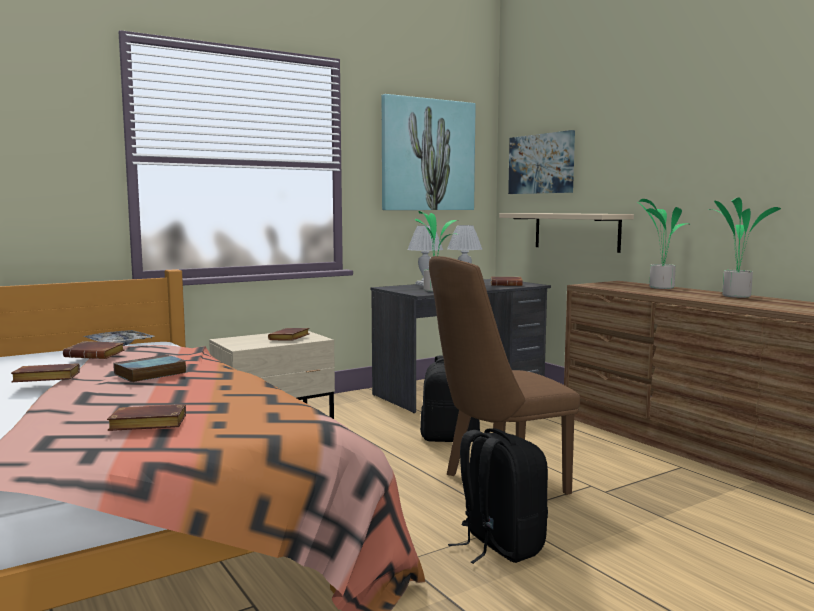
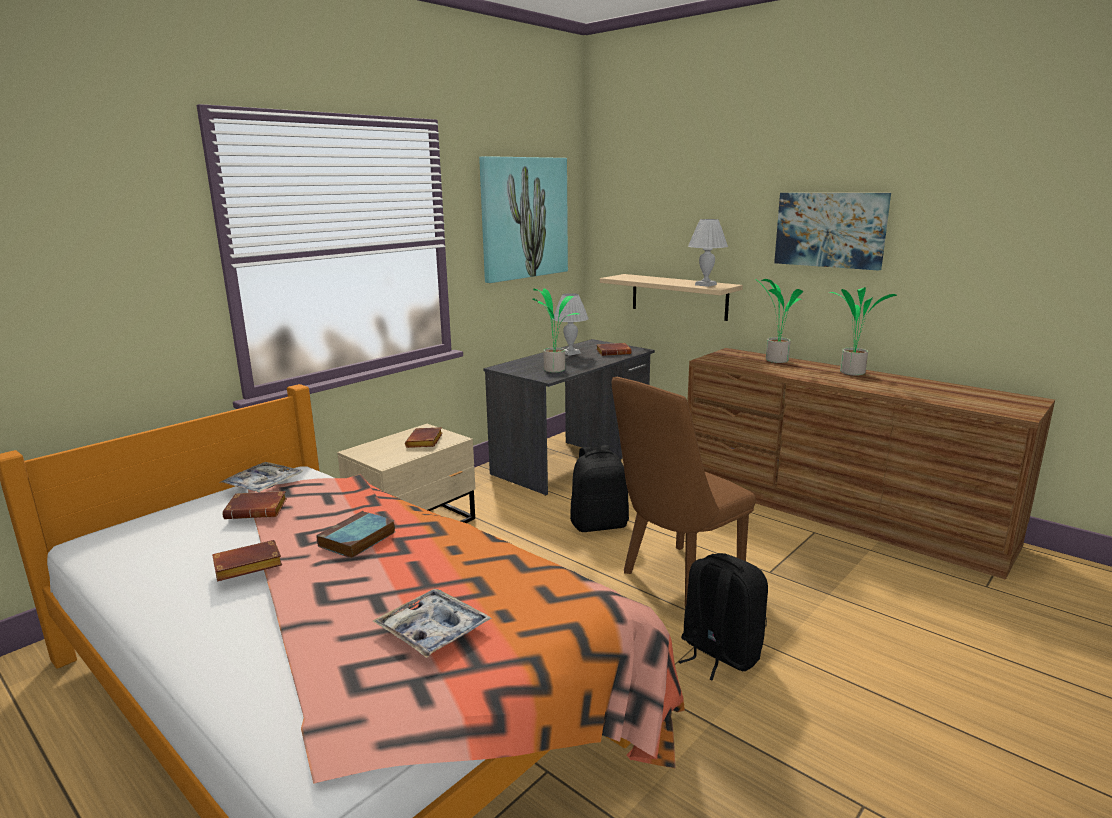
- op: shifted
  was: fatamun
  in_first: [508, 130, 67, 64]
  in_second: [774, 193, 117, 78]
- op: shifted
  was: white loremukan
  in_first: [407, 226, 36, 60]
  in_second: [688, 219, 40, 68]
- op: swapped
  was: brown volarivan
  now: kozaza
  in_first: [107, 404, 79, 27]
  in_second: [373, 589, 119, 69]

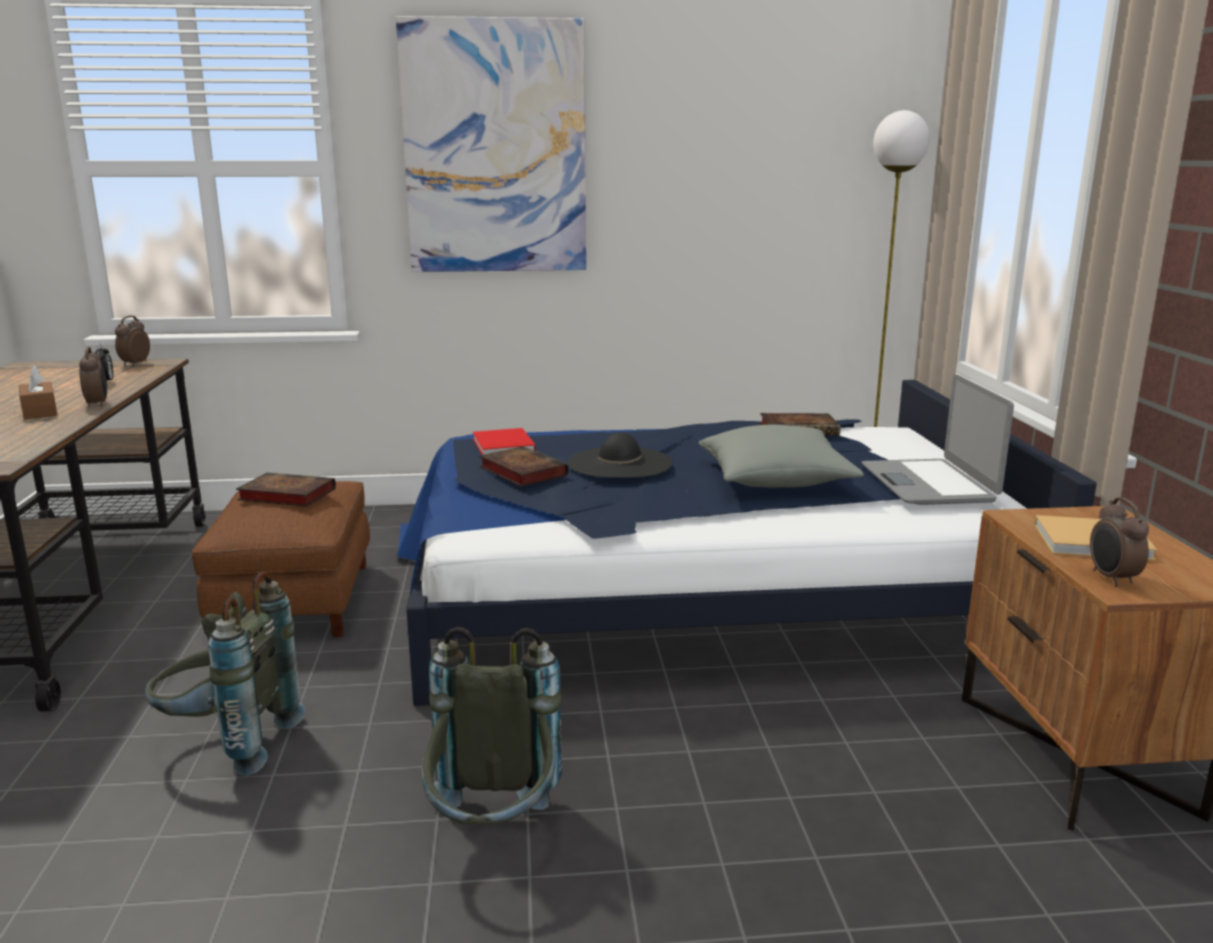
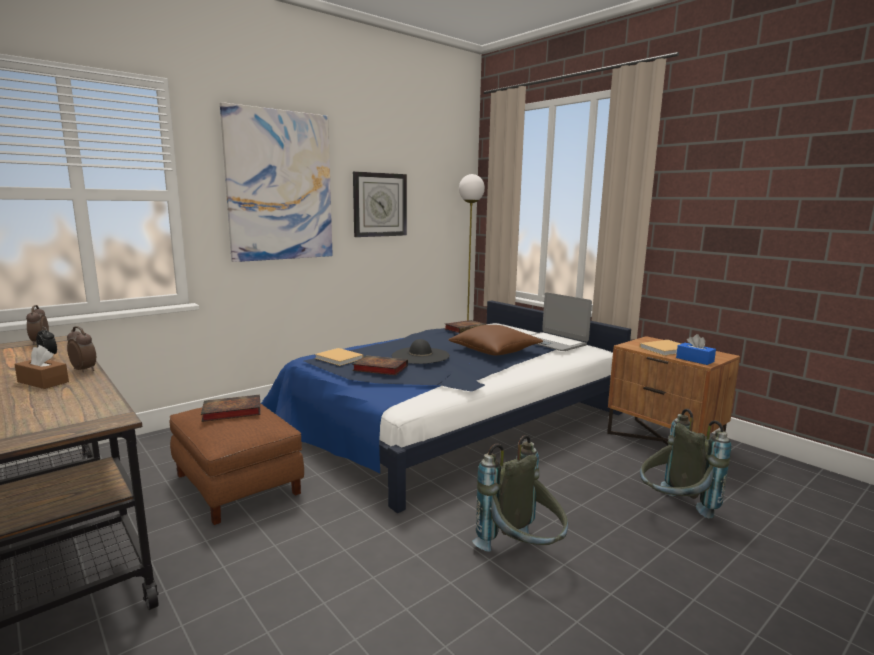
- op: repainted
  was: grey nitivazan
  now: brown nitivazan
  in_first: [699, 425, 165, 62]
  in_second: [449, 325, 94, 30]
- op: repainted
  was: red volarivan
  now: beige volarivan
  in_first: [473, 428, 63, 27]
  in_second: [315, 348, 48, 18]
- op: swapped
  was: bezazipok
  now: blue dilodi
  in_first: [1090, 497, 59, 90]
  in_second: [676, 334, 40, 31]
- op: shifted
  was: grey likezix
  in_first: [145, 572, 160, 204]
  in_second: [640, 409, 91, 110]
- op: new
  now: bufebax
  in_second: [353, 171, 54, 66]

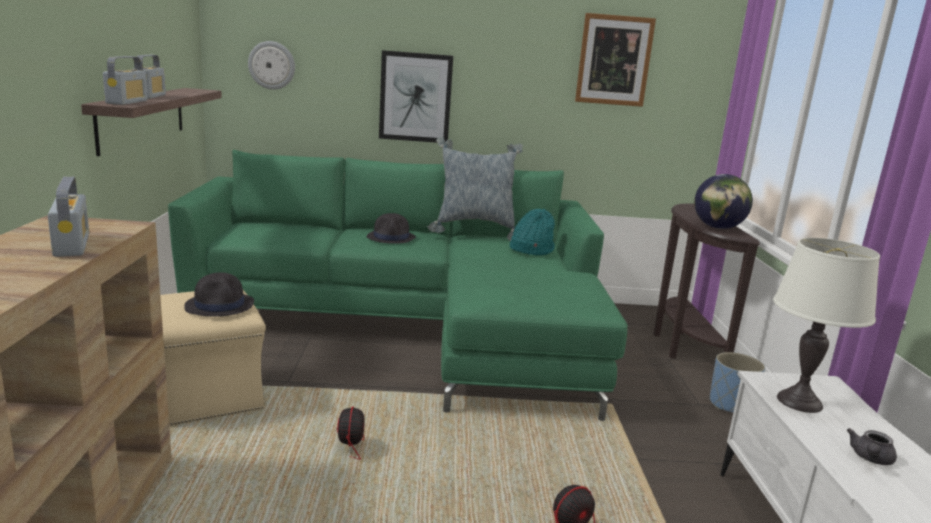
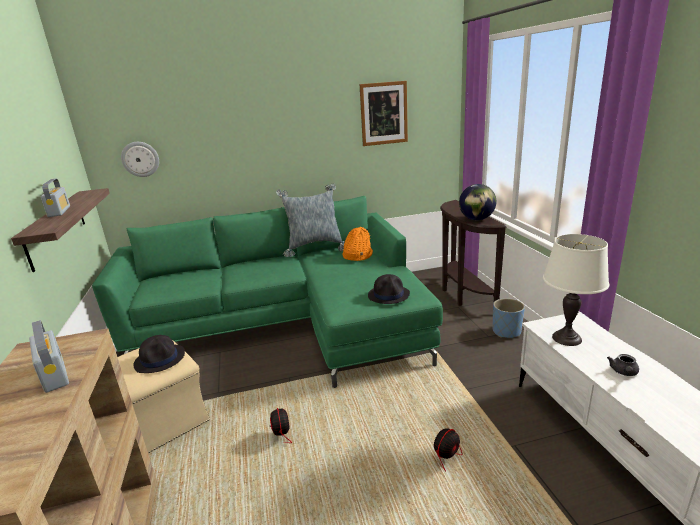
- op: gone
  was: fatamun
  in_first: [379, 50, 74, 93]
- op: gone
  was: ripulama
  in_first: [103, 56, 45, 49]
- op: repainted
  was: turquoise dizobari
  now: orange dizobari
  in_first: [510, 209, 45, 46]
  in_second: [342, 227, 31, 34]
- op: shifted
  was: black dizobari
  in_first: [367, 213, 49, 31]
  in_second: [368, 274, 42, 30]

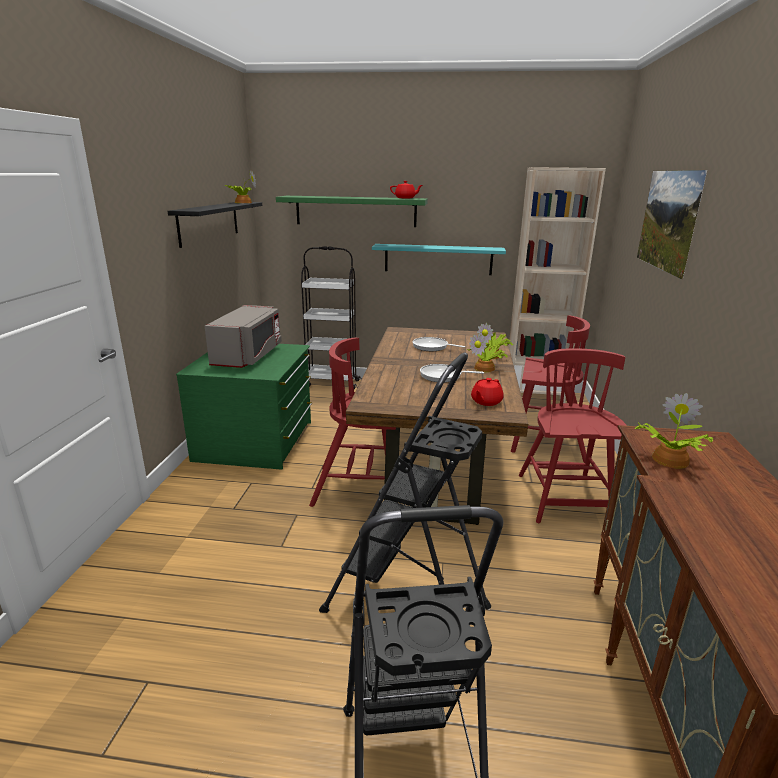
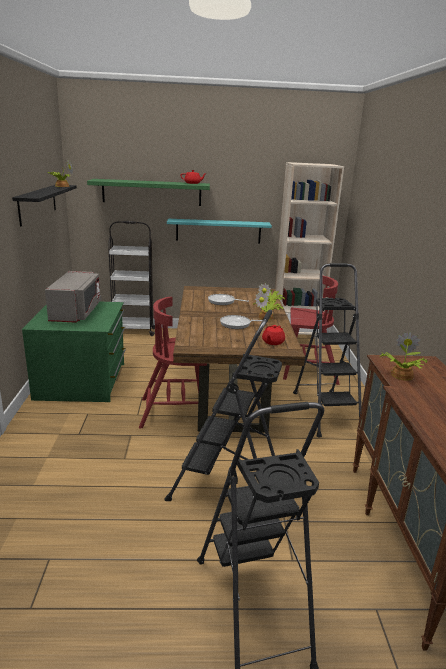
- op: gone
  was: fatamun
  in_first: [637, 170, 70, 110]
- op: swapped
  was: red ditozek
  now: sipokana
  in_first: [519, 348, 108, 175]
  in_second: [293, 263, 69, 174]

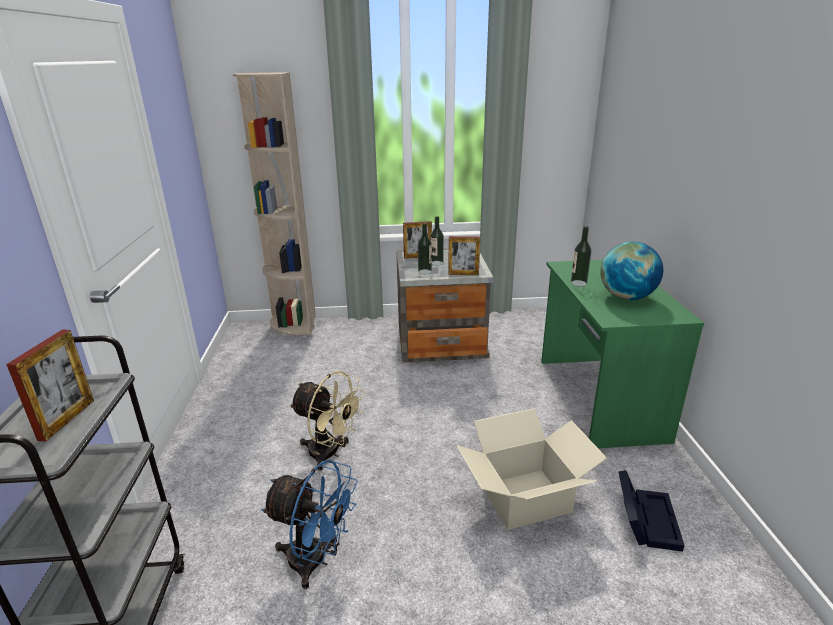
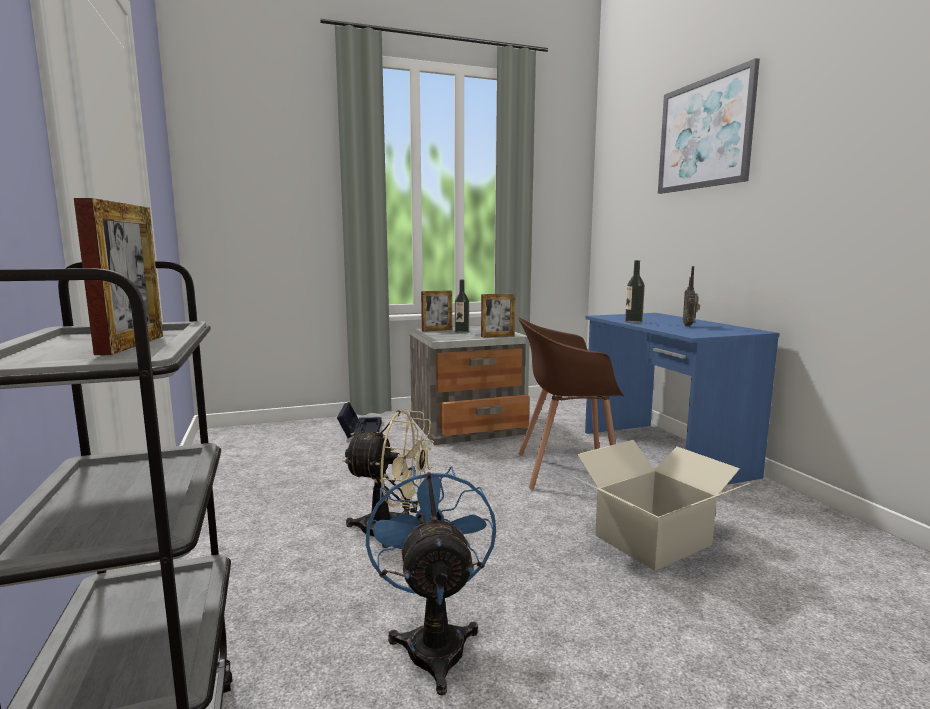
- op: gone
  was: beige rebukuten
  in_first: [233, 72, 83, 266]
- op: gone
  was: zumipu
  in_first: [418, 223, 14, 51]
- op: swapped
  was: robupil
  now: ripulama
  in_first: [600, 241, 63, 59]
  in_second: [683, 266, 17, 60]
- op: repainted
  was: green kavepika
  now: blue kavepika
  in_first: [541, 260, 163, 188]
  in_second: [585, 313, 194, 172]
- op: rotated
  was: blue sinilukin
  in_first: [261, 460, 96, 129]
  in_second: [366, 466, 130, 230]
  clockwise: -105
- op: shifted
  was: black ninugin
  in_first: [618, 470, 67, 82]
  in_second: [337, 402, 45, 36]
- op: new
  now: fatamun
  in_second: [658, 58, 102, 136]
- op: new
  now: brown ditozek
  in_second: [518, 317, 106, 172]

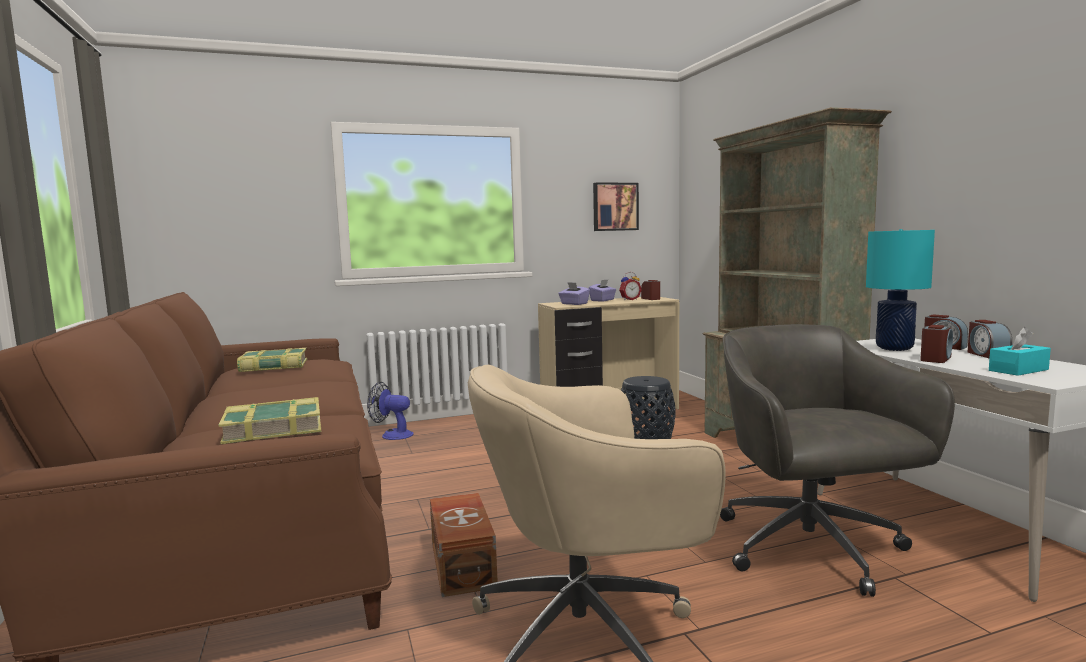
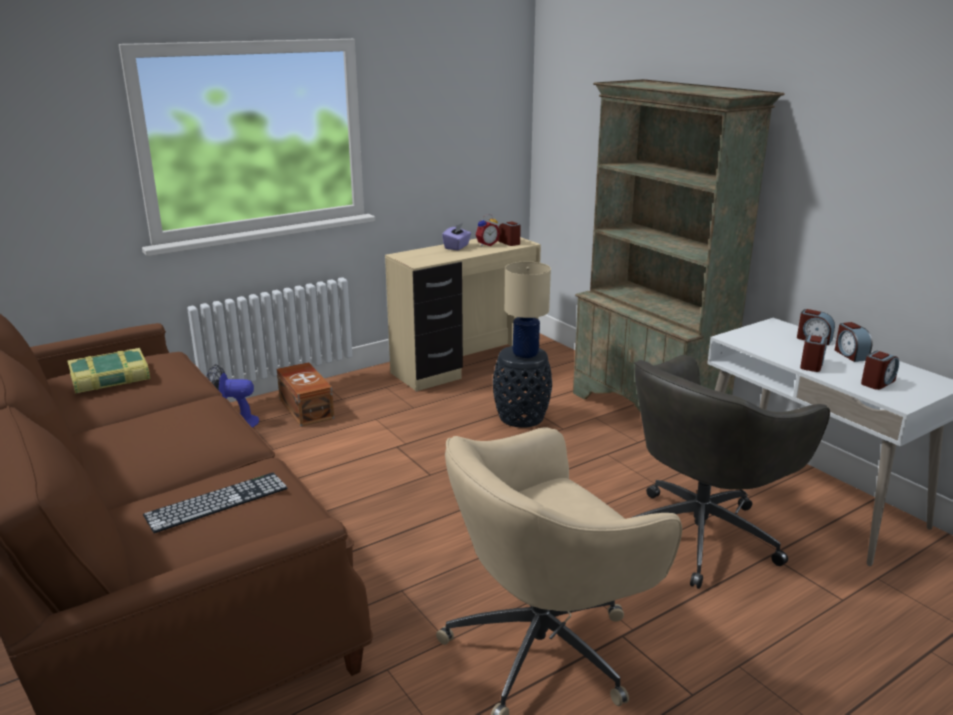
- op: gone
  was: fatamun
  in_first: [593, 183, 46, 48]
- op: gone
  was: turquoise loremukan
  in_first: [866, 229, 69, 122]
- op: gone
  was: purple dilodi
  in_first: [558, 282, 32, 23]
- op: rotated
  was: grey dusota
  in_first: [720, 324, 235, 273]
  in_second: [631, 355, 199, 234]
  clockwise: -105
- op: swapped
  was: turquoise dilodi
  now: bezazipok
  in_first: [989, 327, 62, 49]
  in_second: [861, 351, 38, 39]
- op: swapped
  was: volarivan
  now: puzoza
  in_first: [218, 397, 103, 47]
  in_second: [143, 473, 145, 60]
- op: shifted
  was: brown ninugin
  in_first: [430, 493, 68, 104]
  in_second: [277, 362, 57, 64]
- op: new
  now: beige loremukan
  in_second: [505, 262, 46, 97]

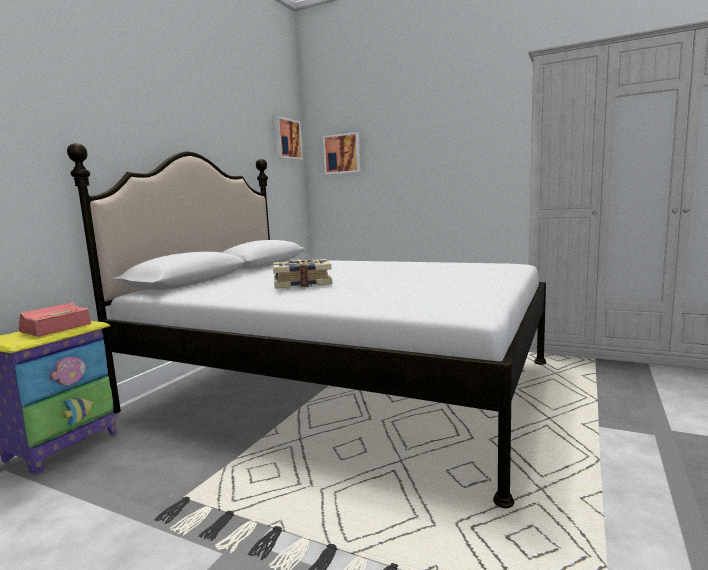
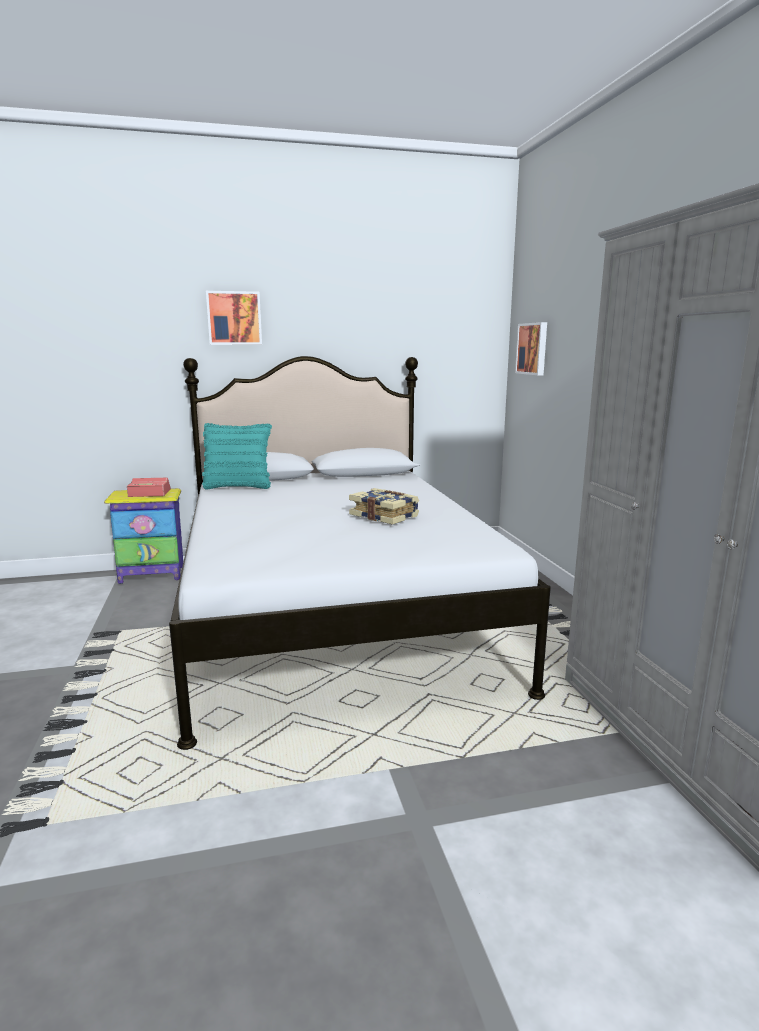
- op: shifted
  was: fatamun
  in_first: [274, 116, 29, 44]
  in_second: [206, 291, 56, 54]
- op: shifted
  was: volarivan
  in_first: [273, 259, 59, 29]
  in_second: [349, 488, 70, 37]
- op: new
  now: turquoise nitivazan
  in_second: [202, 423, 70, 66]

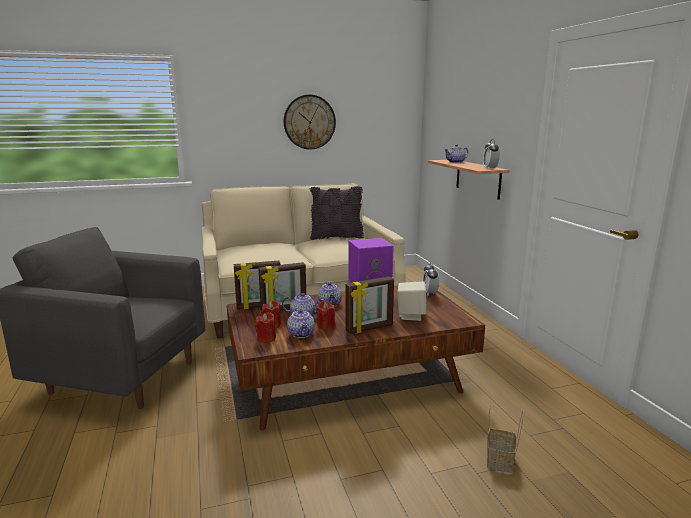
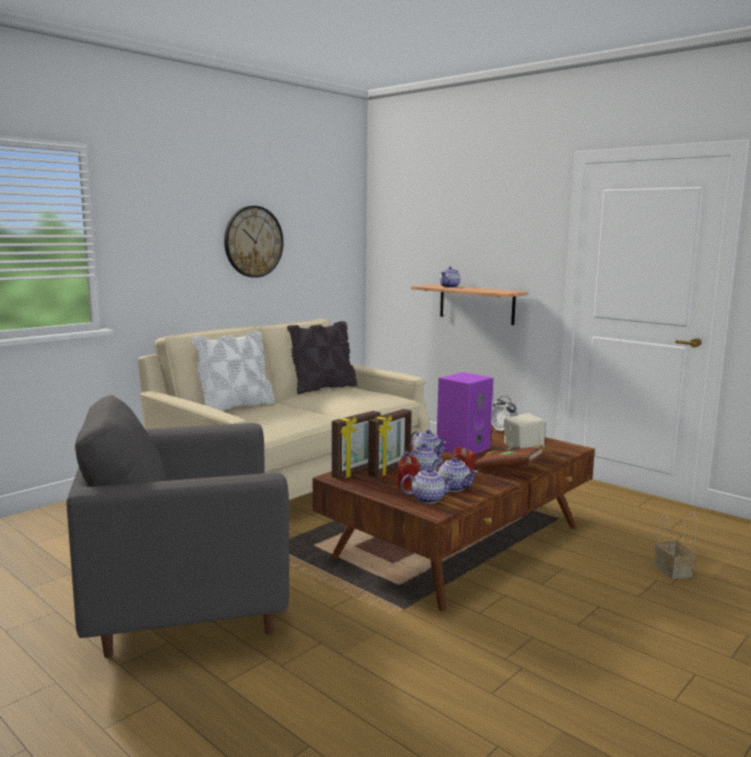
- op: gone
  was: bezazipok
  in_first: [483, 139, 17, 31]
- op: swapped
  was: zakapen
  now: brown volarivan
  in_first: [345, 276, 49, 58]
  in_second: [474, 445, 70, 25]
- op: swapped
  was: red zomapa
  now: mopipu
  in_first: [255, 313, 21, 30]
  in_second: [401, 467, 55, 37]
- op: new
  now: white nitivazan
  in_second: [191, 331, 84, 80]

